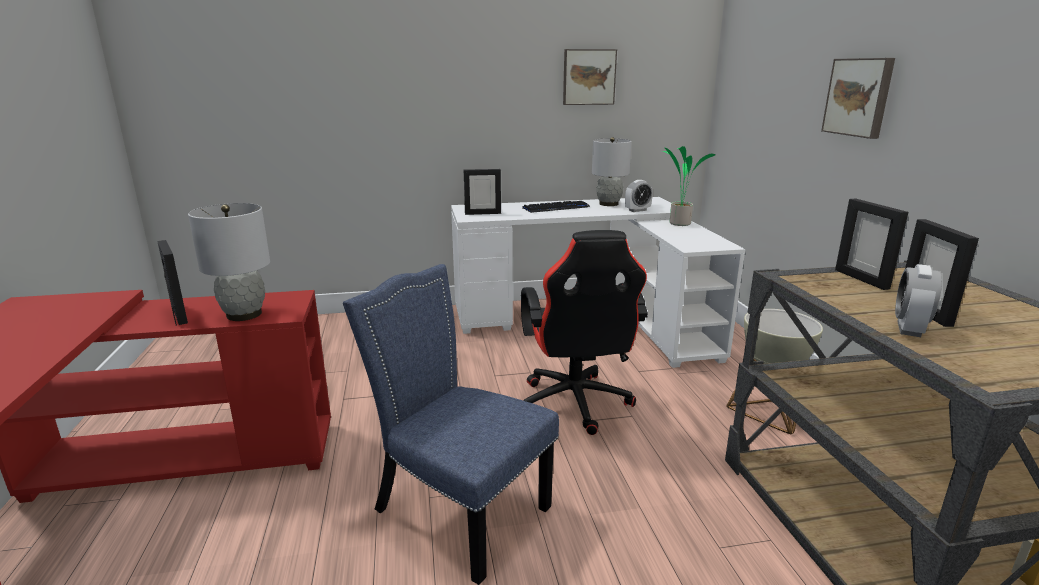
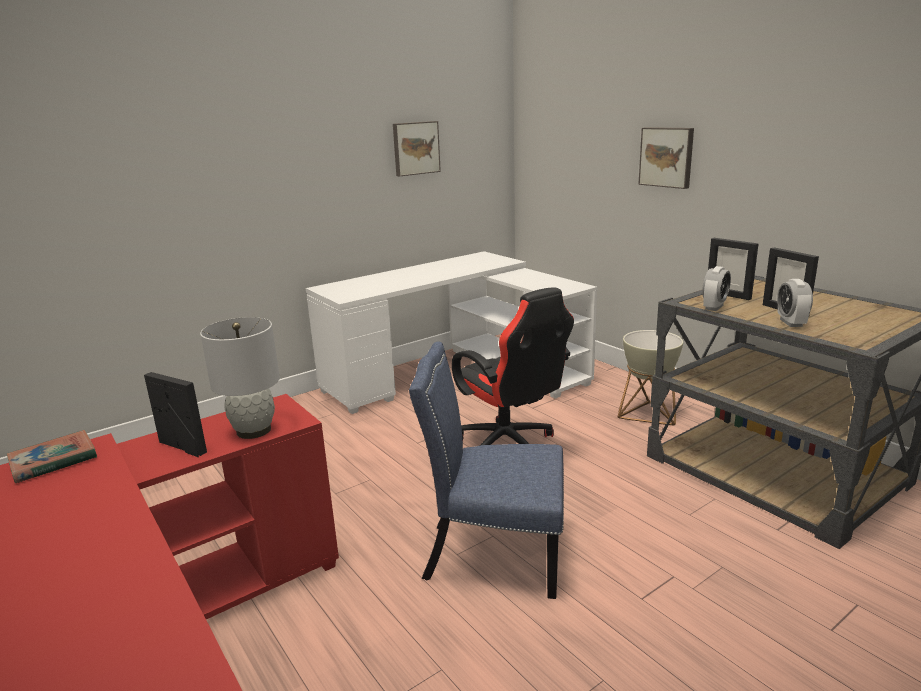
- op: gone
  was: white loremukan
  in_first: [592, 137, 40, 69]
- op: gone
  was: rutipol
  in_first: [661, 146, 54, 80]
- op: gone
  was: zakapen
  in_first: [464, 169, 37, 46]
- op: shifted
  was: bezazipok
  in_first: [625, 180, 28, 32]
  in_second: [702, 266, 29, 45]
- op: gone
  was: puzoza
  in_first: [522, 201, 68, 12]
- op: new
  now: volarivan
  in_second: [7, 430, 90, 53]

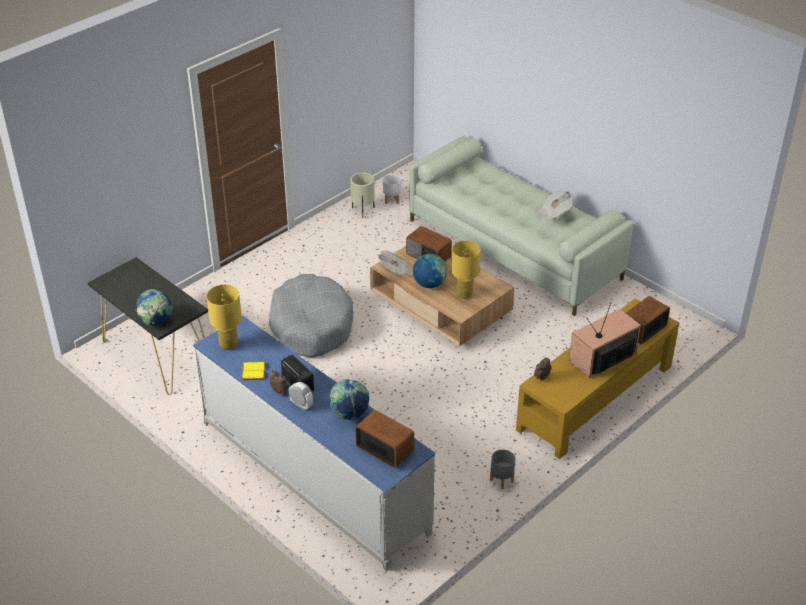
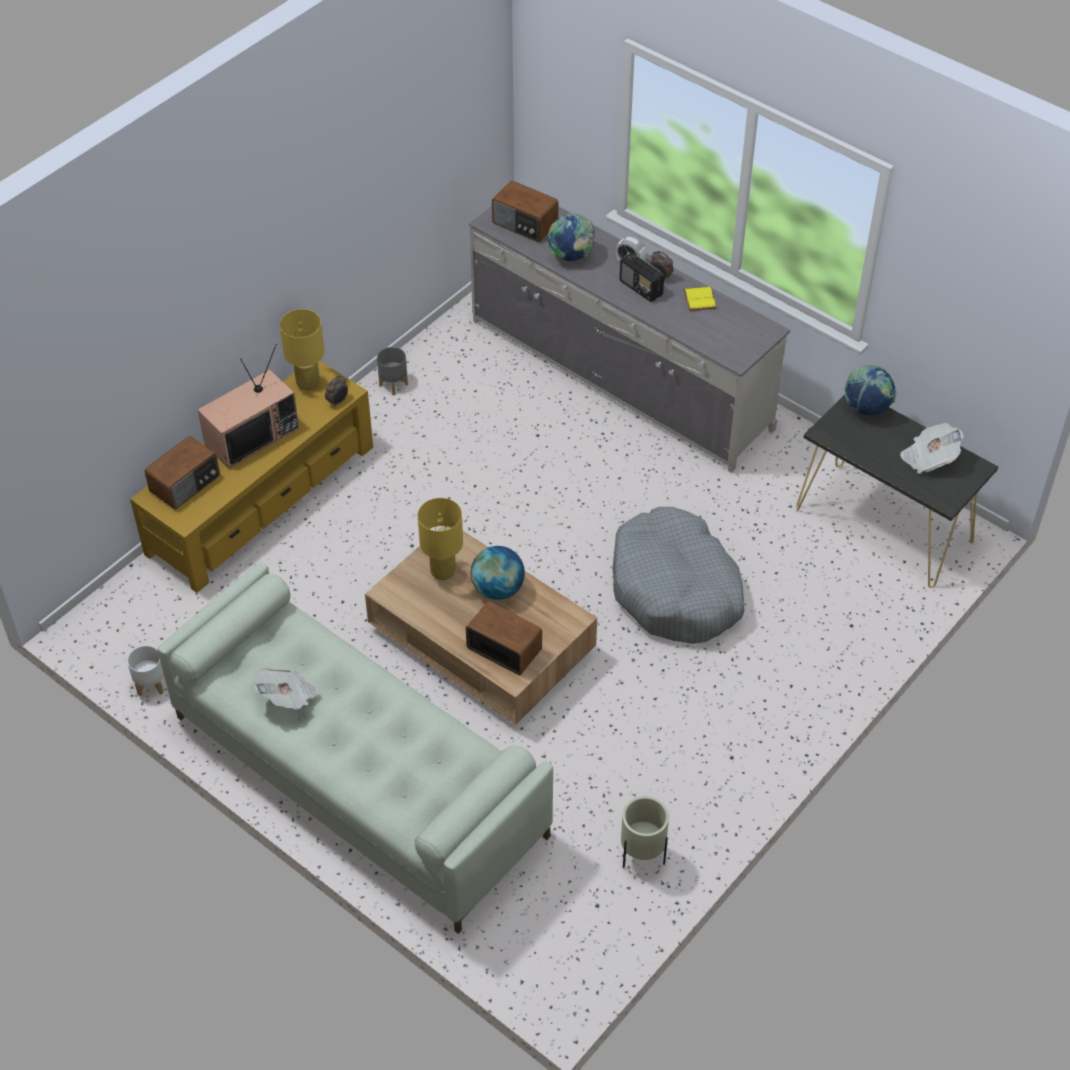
- op: shifted
  was: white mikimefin
  in_first: [383, 175, 18, 29]
  in_second: [127, 645, 37, 51]
- op: shifted
  was: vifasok
  in_first: [377, 251, 36, 25]
  in_second: [900, 423, 64, 51]
- op: shifted
  was: yellow loremukan
  in_first: [206, 285, 36, 65]
  in_second: [280, 309, 45, 81]
- op: repainted
  was: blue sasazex
  now: grey sasazex
  in_first: [193, 316, 242, 255]
  in_second: [469, 206, 321, 267]

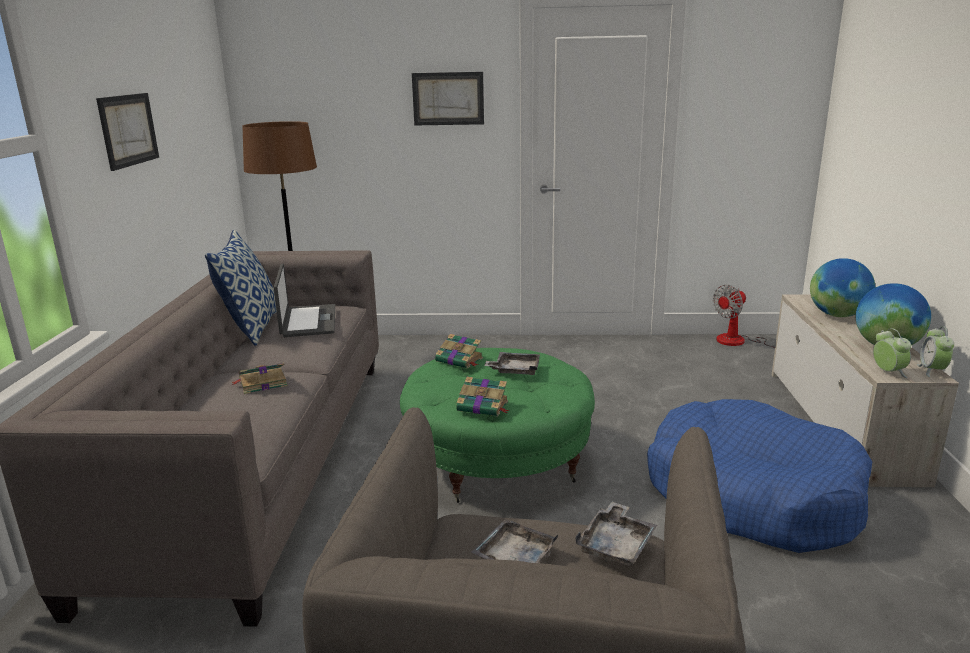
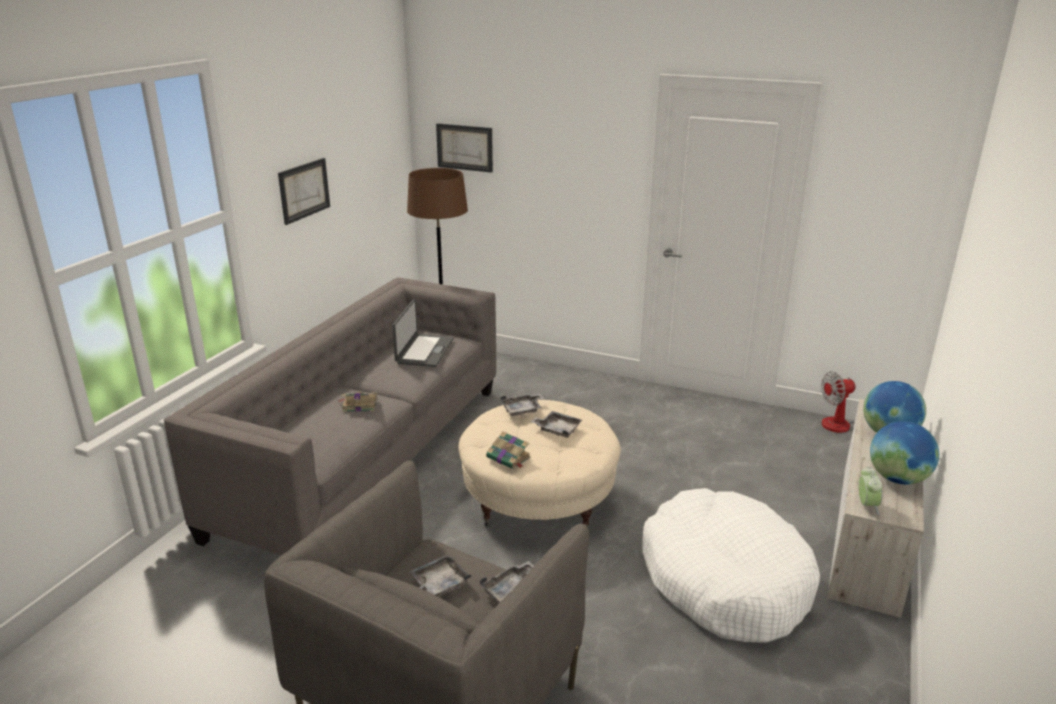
- op: shifted
  was: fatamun
  in_first: [412, 72, 72, 54]
  in_second: [436, 123, 57, 50]
- op: gone
  was: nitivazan
  in_first: [205, 229, 72, 117]
- op: gone
  was: bezazipok
  in_first: [917, 326, 37, 51]
- op: swapped
  was: volarivan
  now: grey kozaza
  in_first: [435, 334, 48, 34]
  in_second: [501, 394, 43, 22]
- op: repainted
  was: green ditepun
  now: beige ditepun
  in_first: [400, 348, 195, 155]
  in_second: [459, 400, 162, 127]
- op: repainted
  was: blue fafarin
  now: white fafarin
  in_first: [647, 399, 225, 154]
  in_second: [642, 488, 178, 155]

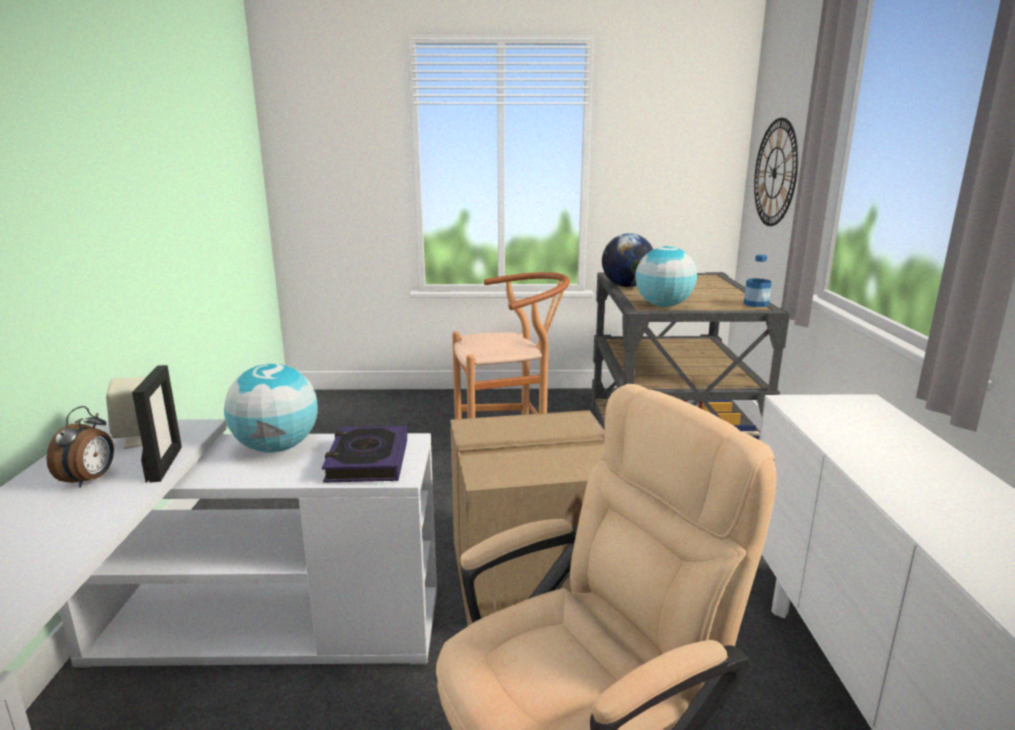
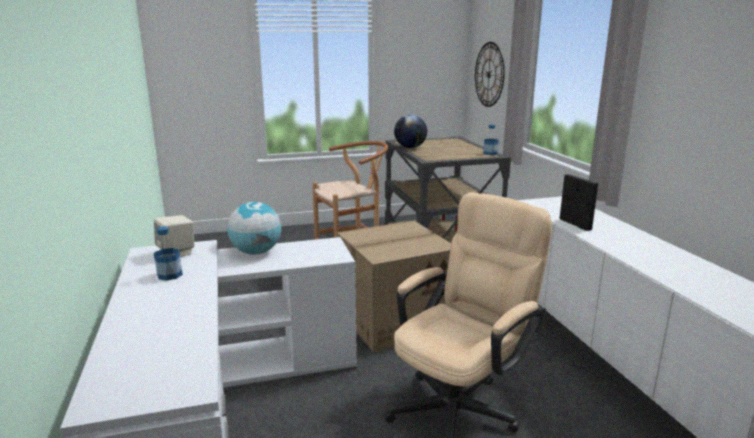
- op: gone
  was: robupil
  in_first: [635, 246, 62, 61]
- op: shifted
  was: zakapen
  in_first: [132, 365, 50, 118]
  in_second: [560, 174, 38, 57]
- op: swapped
  was: bezazipok
  now: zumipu
  in_first: [46, 406, 68, 82]
  in_second: [154, 226, 29, 55]
- op: gone
  was: volarivan
  in_first: [322, 426, 85, 57]

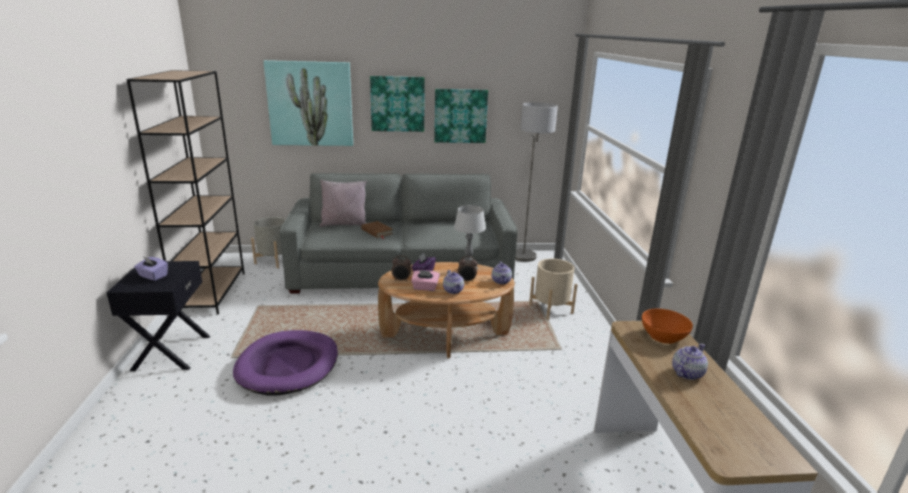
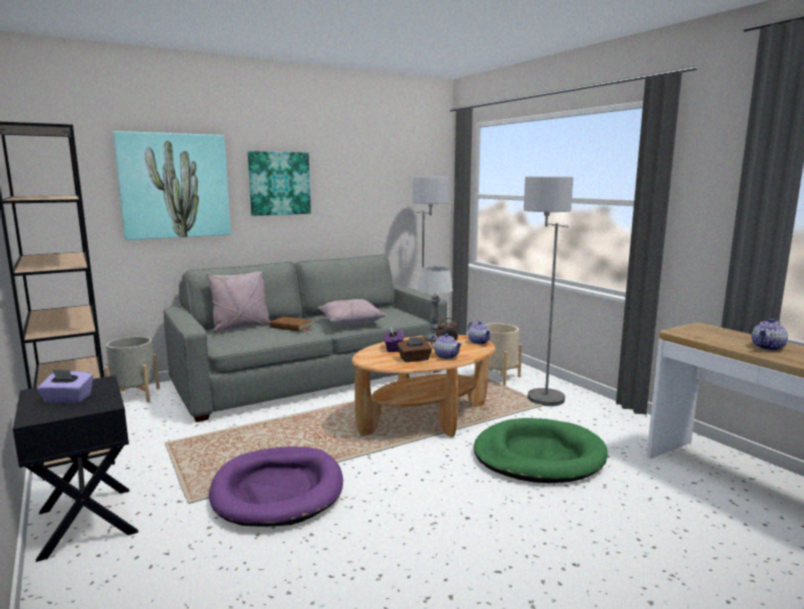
- op: gone
  was: fatamun
  in_first: [434, 89, 54, 54]
- op: gone
  was: bezazipok
  in_first: [392, 255, 19, 27]
- op: repainted
  was: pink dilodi
  now: brown dilodi
  in_first: [411, 270, 29, 21]
  in_second: [398, 337, 34, 25]
- op: gone
  was: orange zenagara
  in_first: [642, 309, 51, 35]
- op: rotated
  was: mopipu
  in_first: [672, 344, 36, 36]
  in_second: [751, 318, 37, 33]
  clockwise: -150
- op: new
  now: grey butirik
  in_second: [524, 177, 49, 229]
- op: new
  now: purple nitivazan
  in_second: [318, 299, 68, 27]
- op: new
  now: green fafarin
  in_second: [474, 418, 134, 65]

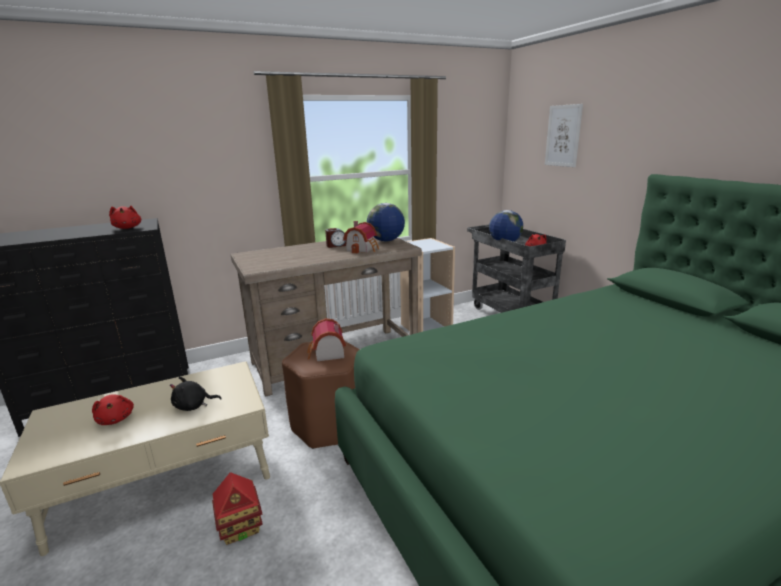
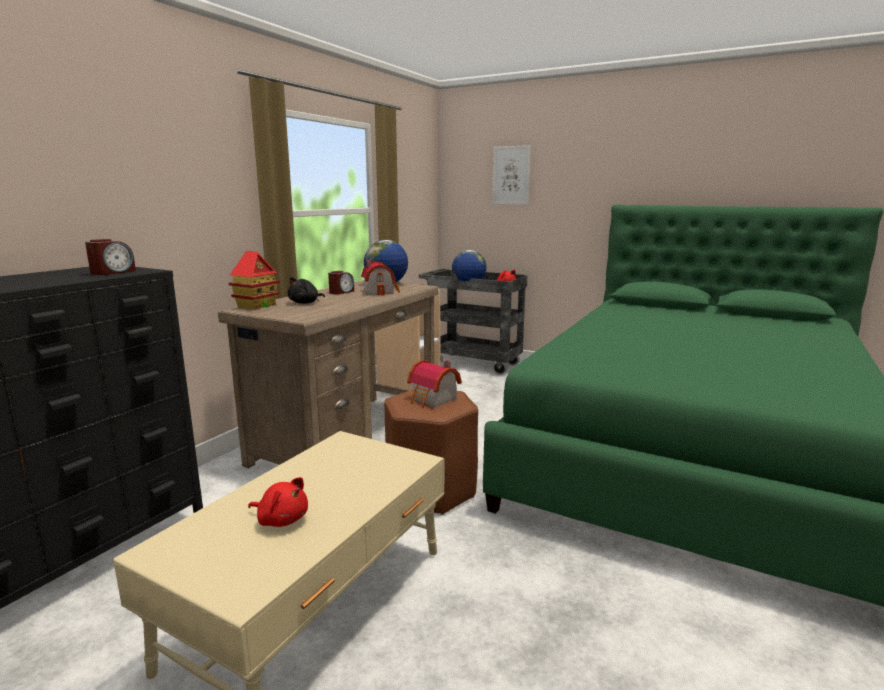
- op: swapped
  was: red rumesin
  now: bezazipok
  in_first: [109, 206, 32, 23]
  in_second: [85, 239, 51, 36]
- op: shifted
  was: black rumesin
  in_first: [170, 377, 52, 34]
  in_second: [288, 277, 37, 27]
- op: shifted
  was: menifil
  in_first: [212, 472, 51, 73]
  in_second: [229, 251, 51, 59]

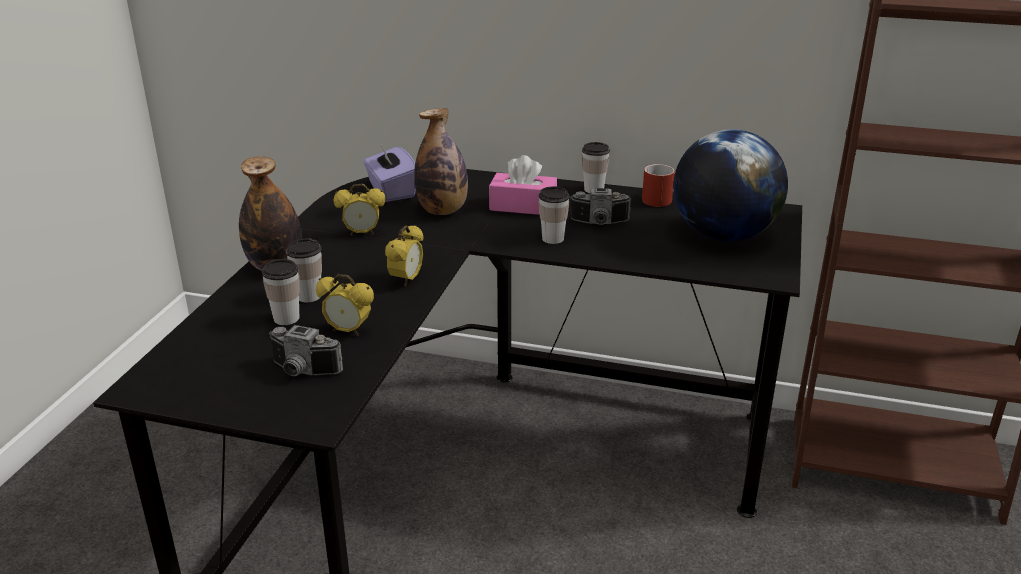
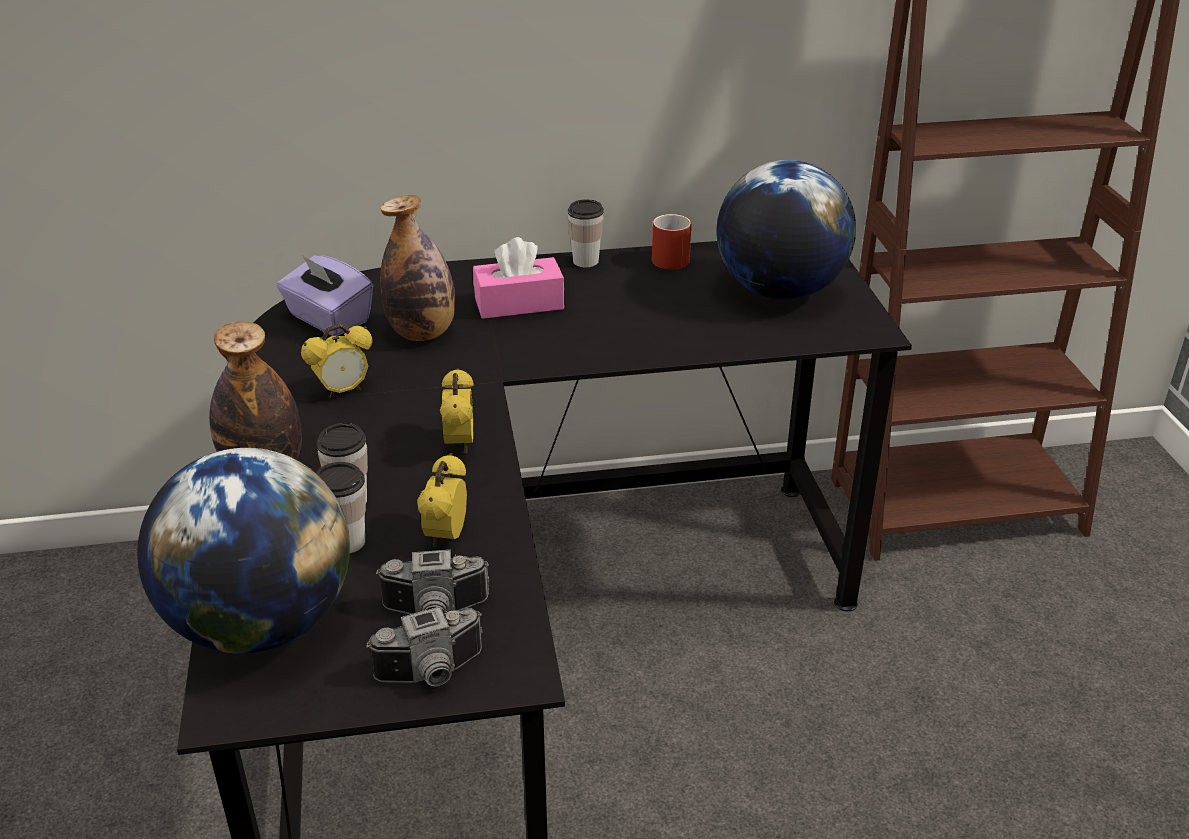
- op: gone
  was: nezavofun
  in_first: [539, 186, 30, 58]
- op: shifted
  was: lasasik
  in_first: [570, 188, 62, 37]
  in_second: [366, 607, 116, 79]
- op: rotated
  was: bezazipok
  in_first: [316, 274, 58, 62]
  in_second: [417, 454, 50, 94]
  clockwise: 105
- op: new
  now: robupil
  in_second: [137, 448, 213, 206]

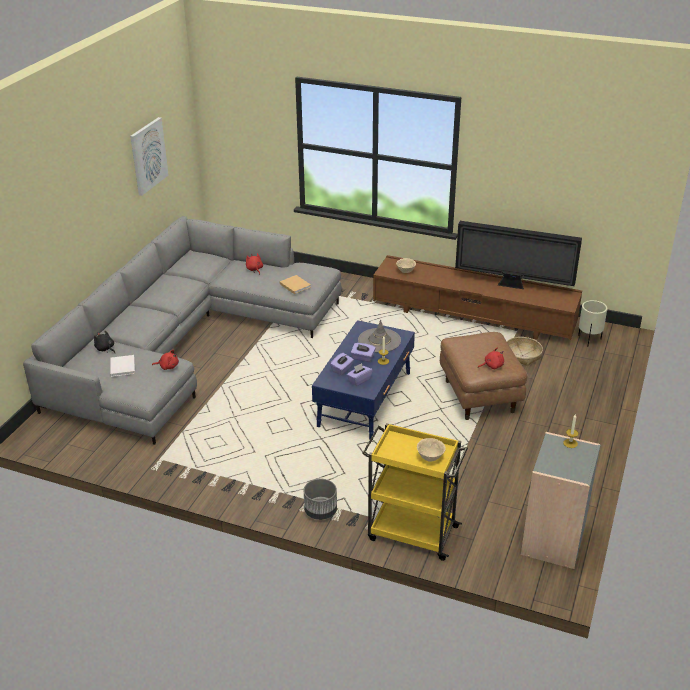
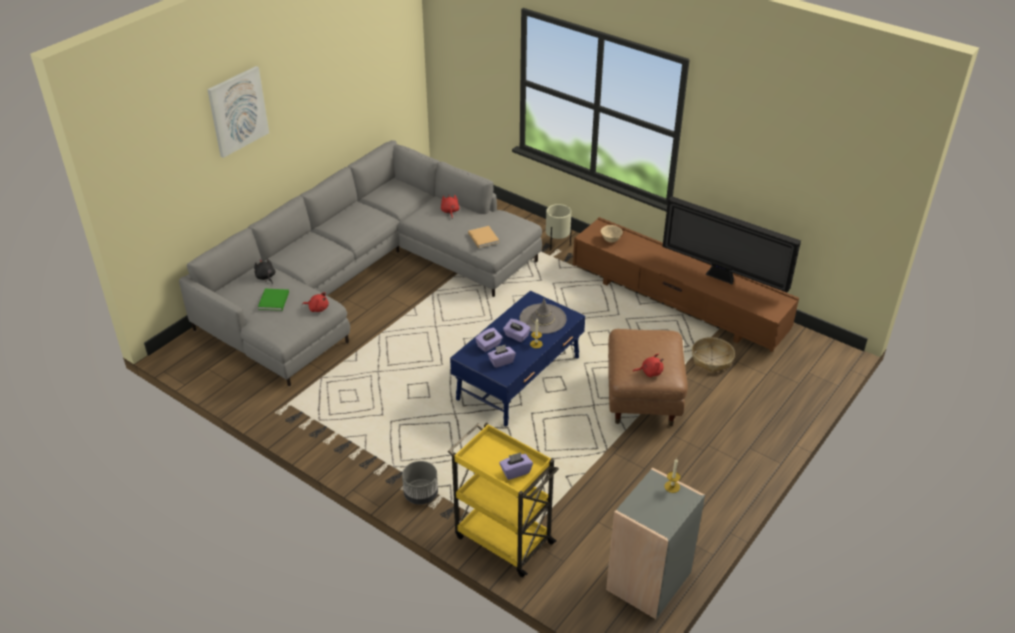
- op: shifted
  was: fatamun
  in_first: [130, 117, 39, 79]
  in_second: [207, 66, 62, 92]
- op: shifted
  was: beige mikimefin
  in_first: [578, 300, 29, 47]
  in_second: [546, 204, 26, 46]
- op: repainted
  was: white volarivan
  now: green volarivan
  in_first: [110, 355, 25, 22]
  in_second: [258, 289, 31, 22]
- op: swapped
  was: beige zenagara
  now: purple dilodi
  in_first: [417, 438, 29, 23]
  in_second: [499, 452, 34, 28]

